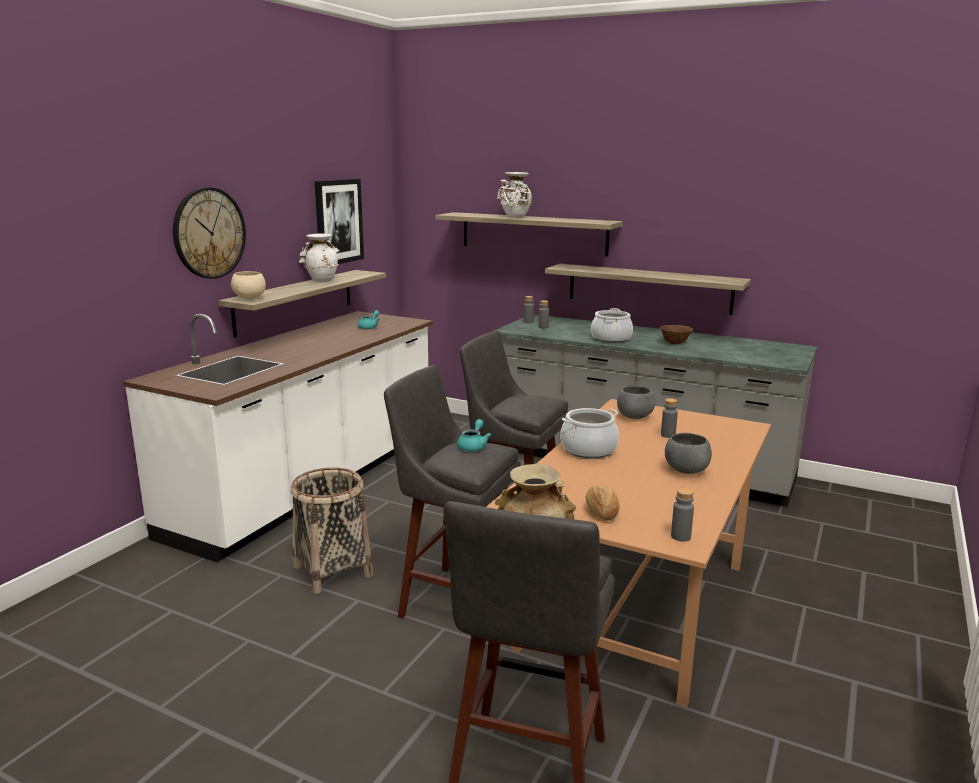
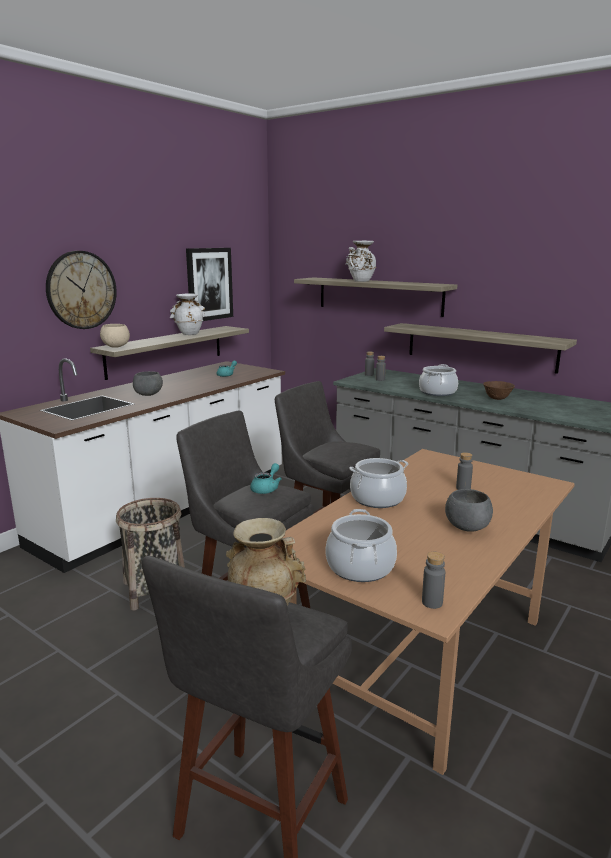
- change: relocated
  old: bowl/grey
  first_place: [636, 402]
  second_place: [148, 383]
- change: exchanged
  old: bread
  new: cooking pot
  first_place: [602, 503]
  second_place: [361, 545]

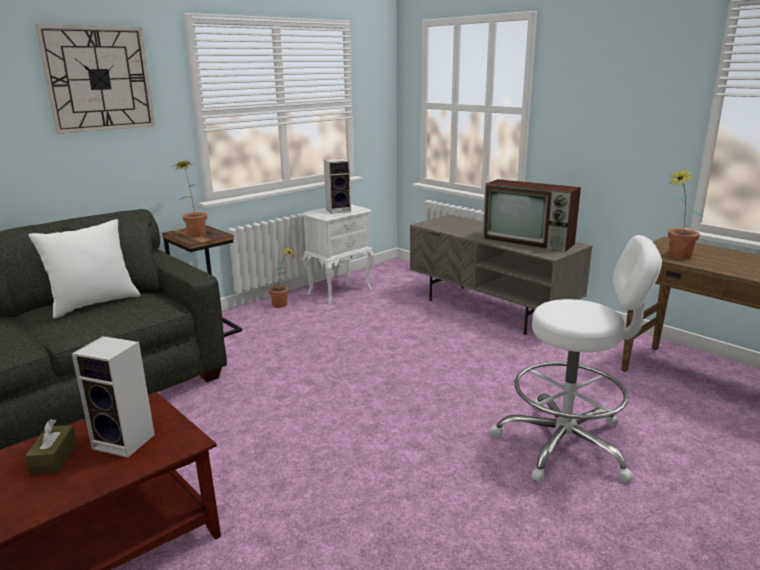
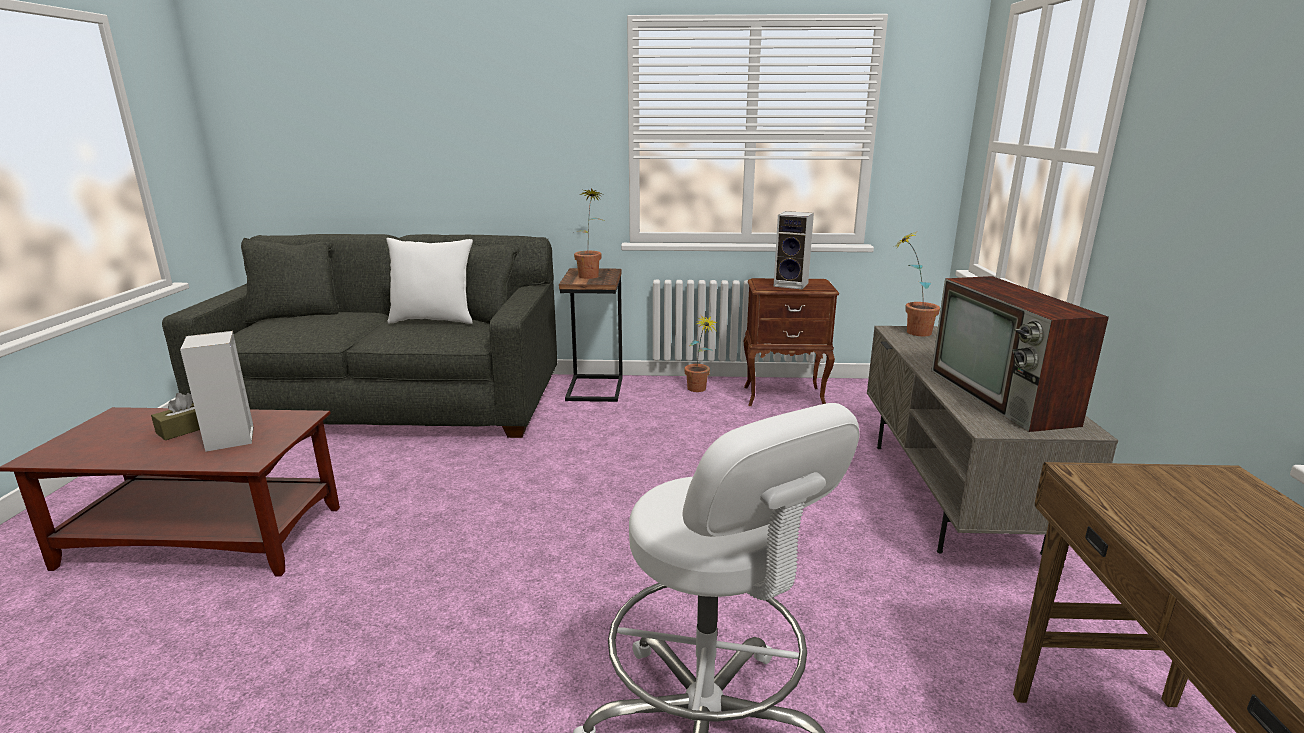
- change: colour
  old: nightstand/white
  new: nightstand/brown
  first_place: [338, 254]
  second_place: [791, 342]
- change: relocated
  old: potted plant
  first_place: [685, 214]
  second_place: [918, 284]
- change: missing
  old: wall clock
  first_place: [95, 79]

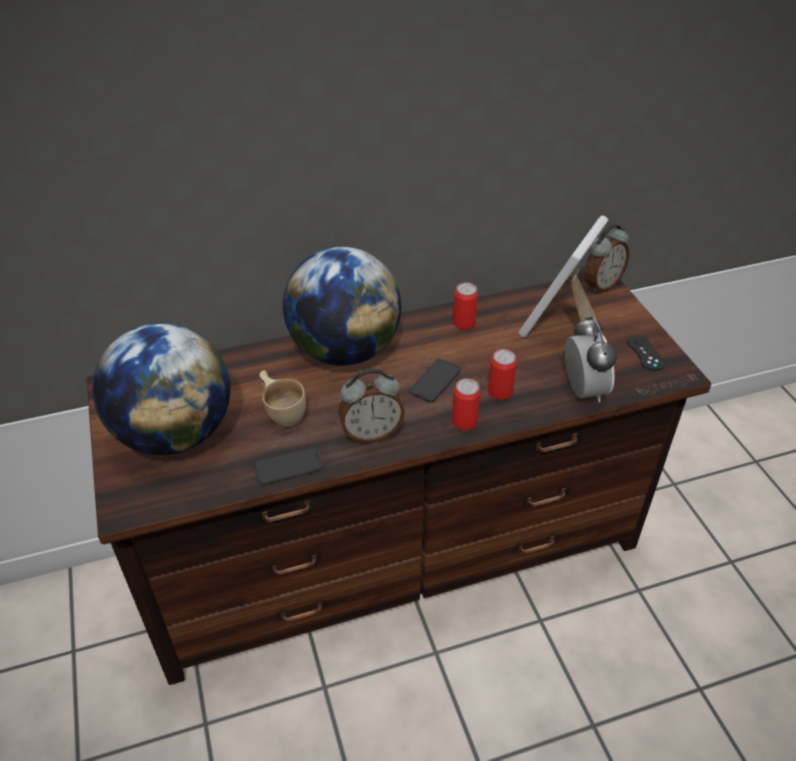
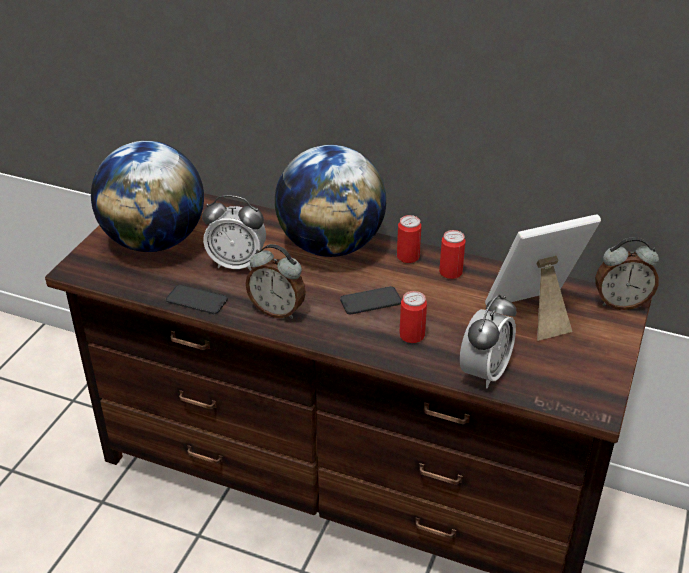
- change: exchanged
  old: cup/beige
  new: alarm clock
  first_place: [282, 398]
  second_place: [234, 233]
- change: relocated
  old: can
  first_place: [466, 404]
  second_place: [409, 239]
- change: missing
  old: game controller/black
  first_place: [646, 353]

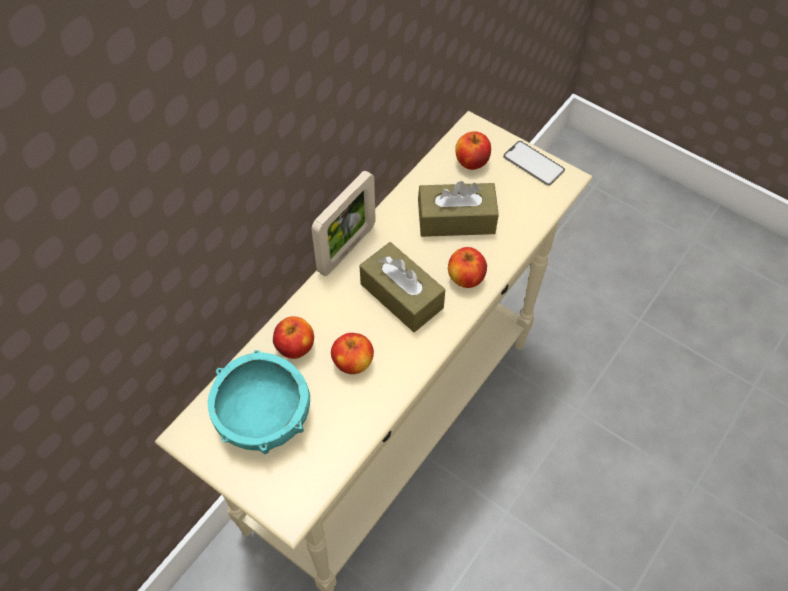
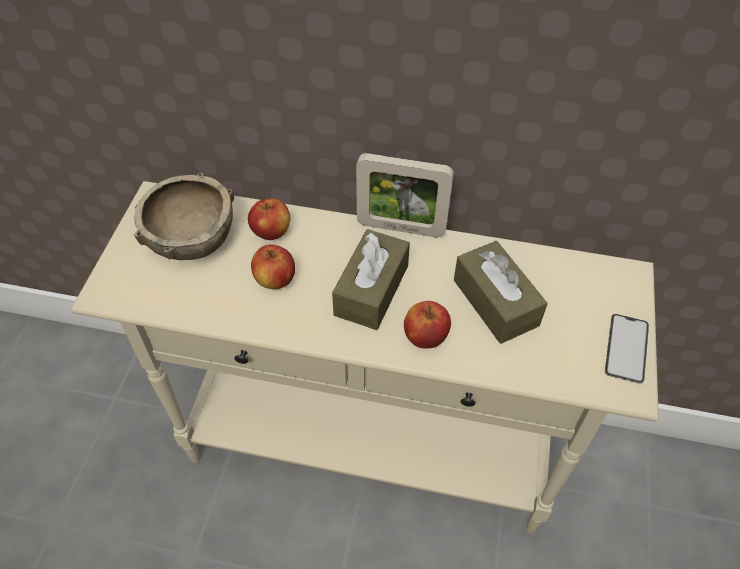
- change: colour
  old: bowl/turquoise
  new: bowl/brown
  first_place: [259, 402]
  second_place: [183, 216]
- change: missing
  old: apple
  first_place: [473, 150]

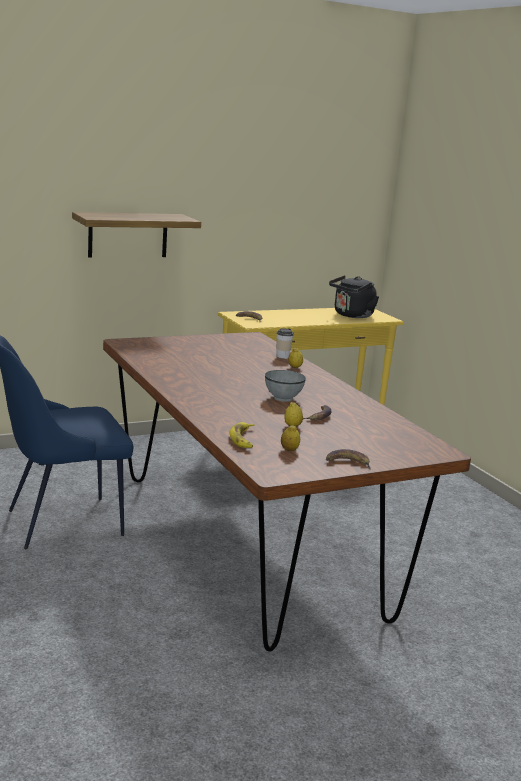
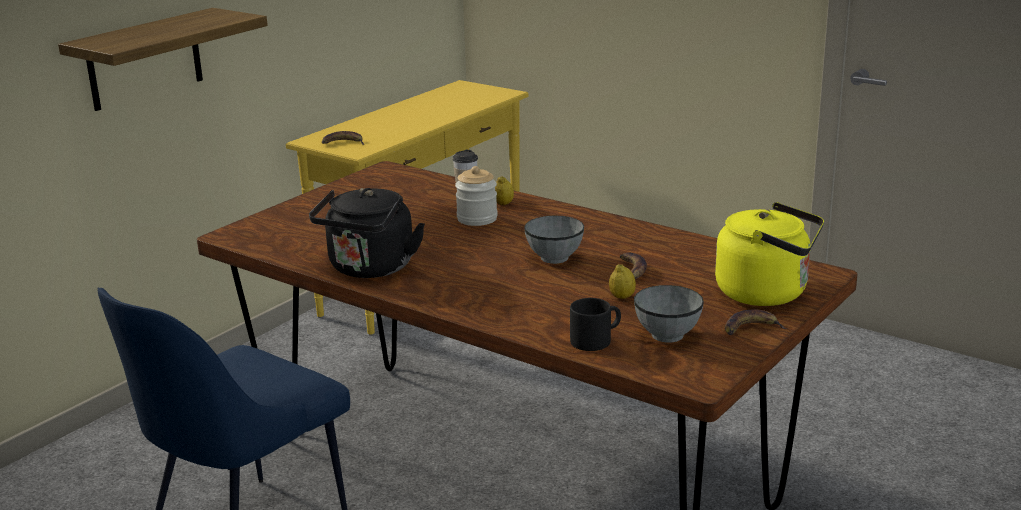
- change: relocated
  old: kettle/black
  first_place: [354, 297]
  second_place: [367, 233]
- change: appeared
  new: jar
  second_place: [476, 196]
- change: exchanged
  old: banana
  new: mug/black
  first_place: [241, 435]
  second_place: [595, 324]
- change: exchanged
  old: lemon
  new: bowl/grey
  first_place: [290, 438]
  second_place: [669, 313]
- change: appeared
  new: kettle/yellow
  second_place: [769, 254]

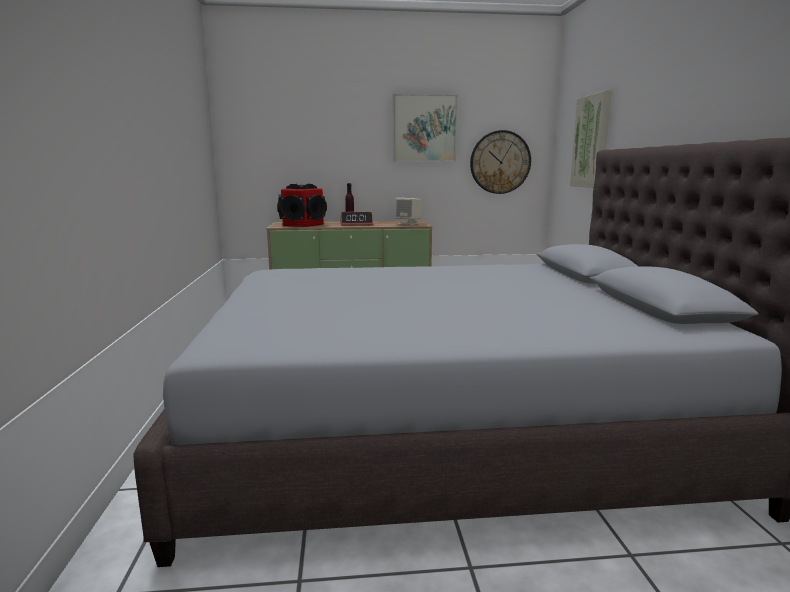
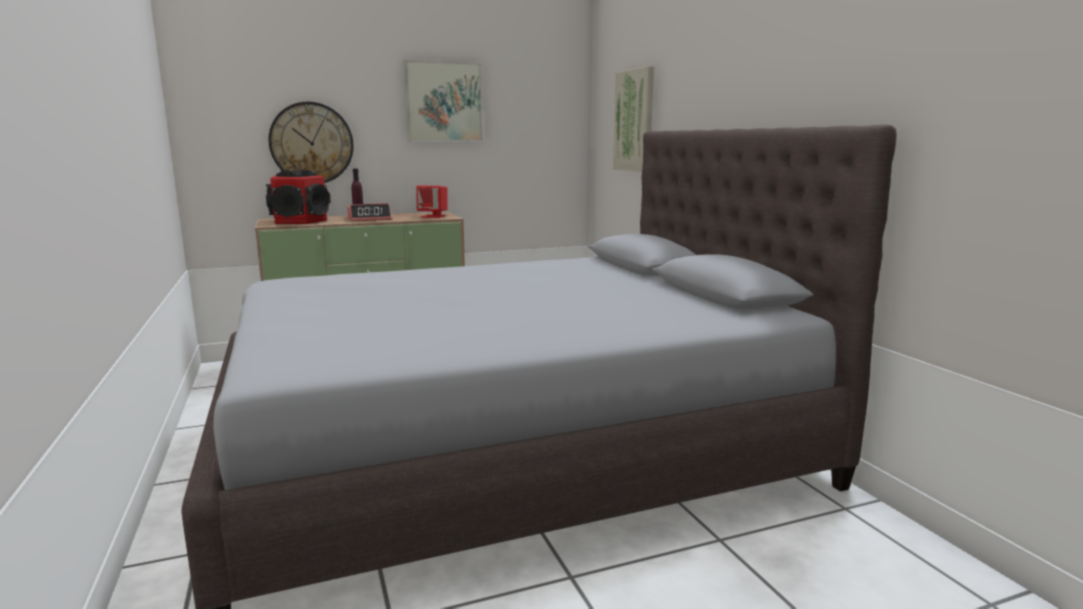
- change: relocated
  old: wall clock
  first_place: [500, 162]
  second_place: [311, 142]
- change: colour
  old: speaker/beige
  new: speaker/red
  first_place: [408, 211]
  second_place: [432, 202]

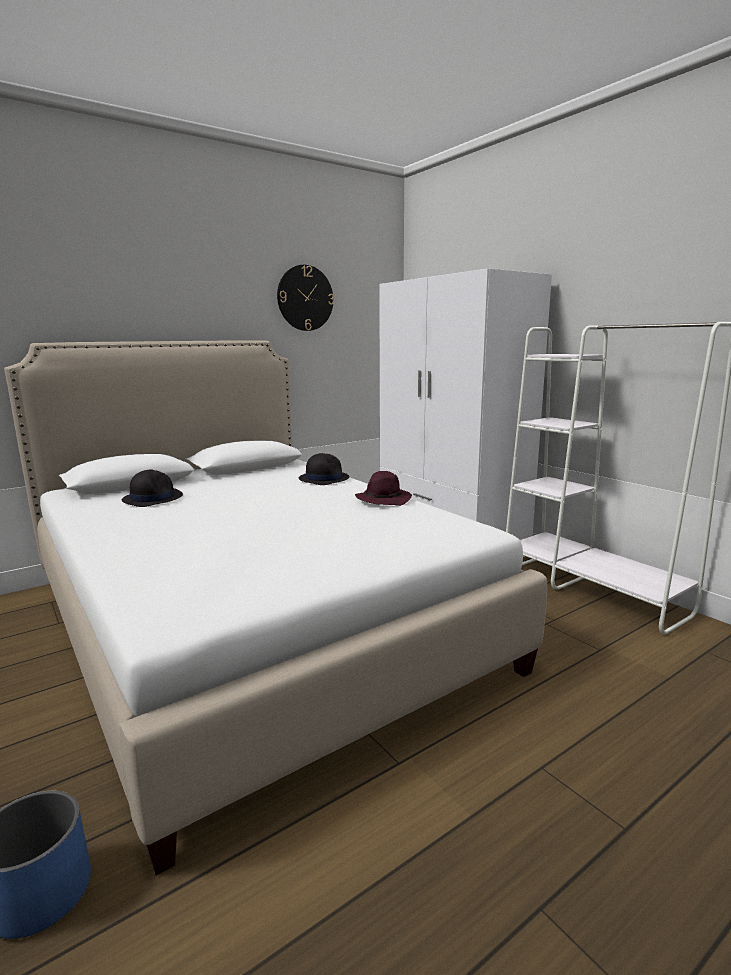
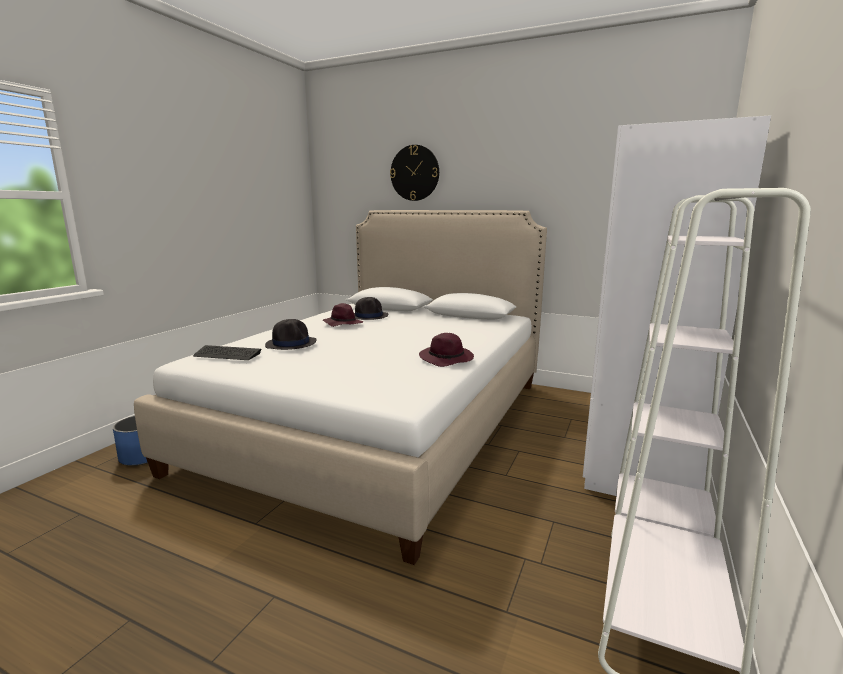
- change: appeared
  new: keyboard
  second_place: [227, 352]
- change: relocated
  old: hat/black
  first_place: [324, 469]
  second_place: [290, 334]
- change: appeared
  new: hat/purple
  second_place: [343, 315]
- change: relocated
  old: wall clock
  first_place: [305, 298]
  second_place: [414, 173]

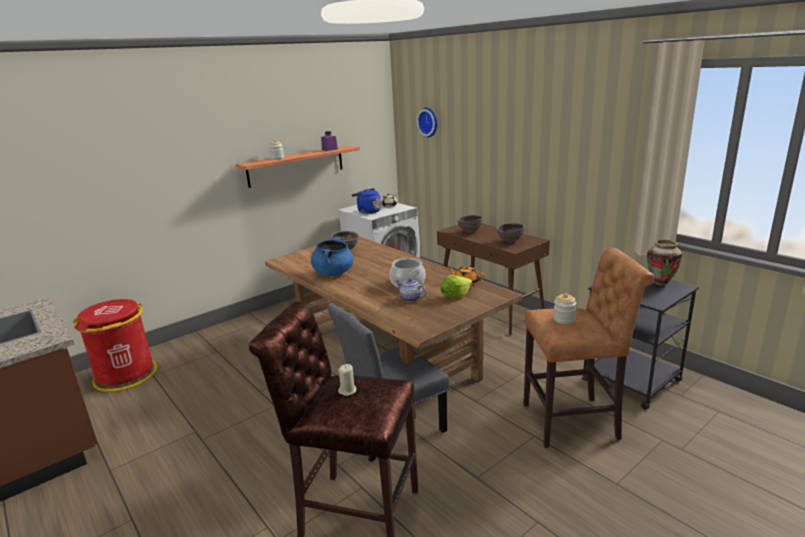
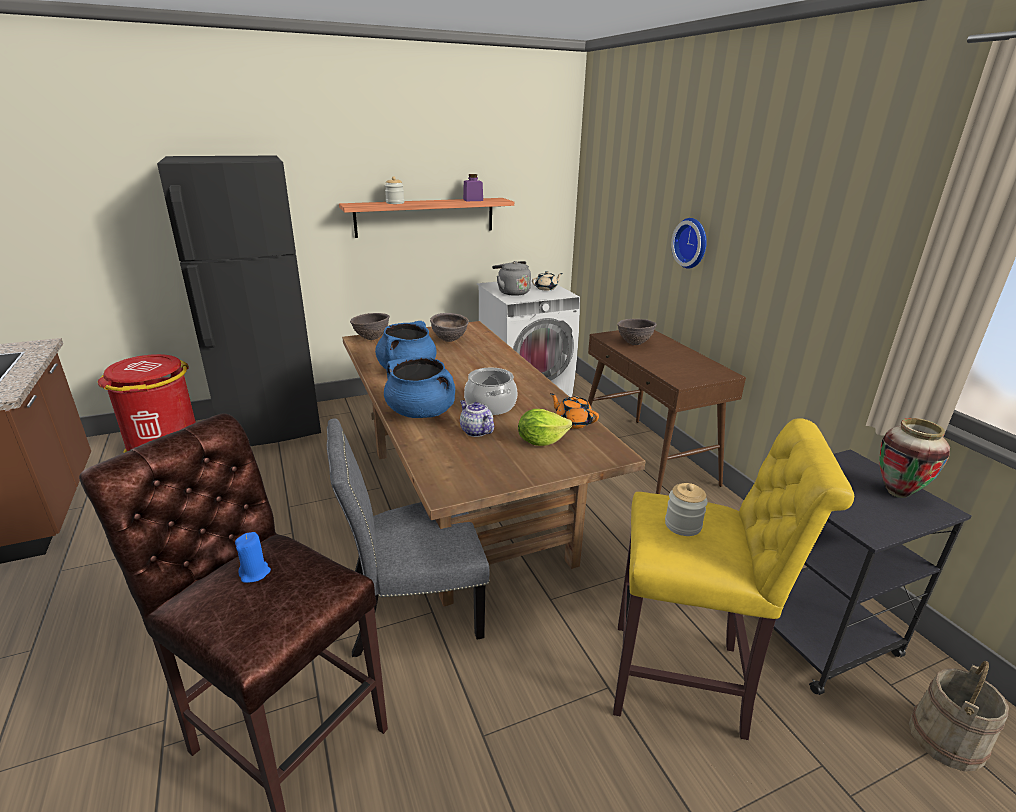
- change: appeared
  new: fridge/black
  second_place: [239, 301]
- change: colour
  old: candle/beige
  new: candle/blue
  first_place: [347, 380]
  second_place: [253, 557]
- change: relocated
  old: bowl/brown
  first_place: [510, 233]
  second_place: [370, 326]
- change: appeared
  new: cooking pot/blue
  second_place: [419, 387]
- change: colour
  old: kettle/blue
  new: kettle/grey
  first_place: [366, 201]
  second_place: [511, 278]
- change: colour
  old: stool/brown
  new: stool/yellow
  first_place: [588, 348]
  second_place: [733, 579]
- change: relocated
  old: wall clock
  first_place: [427, 122]
  second_place: [689, 243]
- change: appeared
  new: bucket/beige
  second_place: [959, 716]

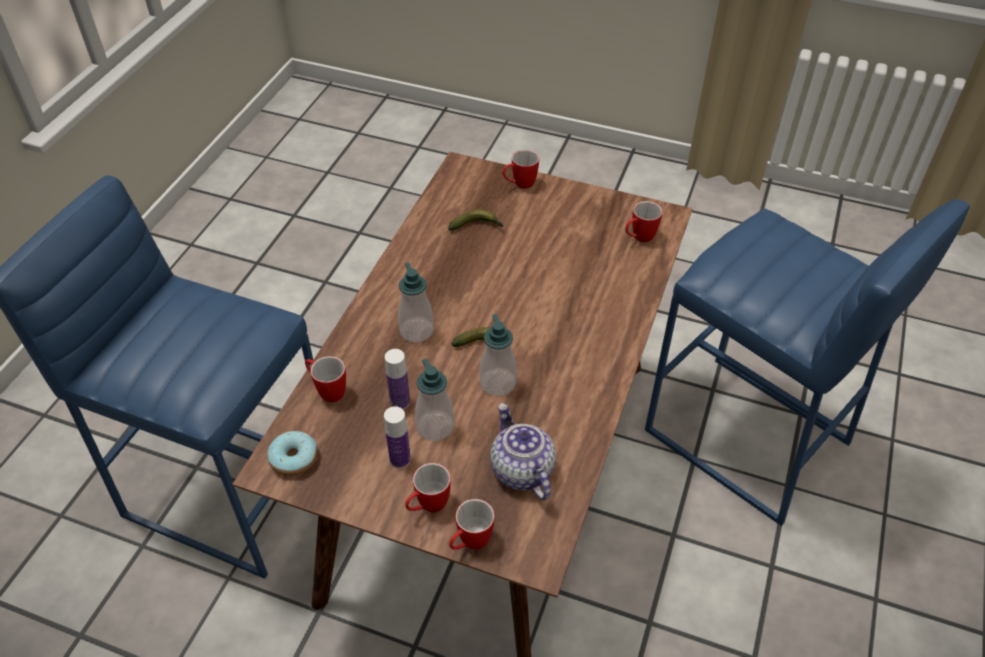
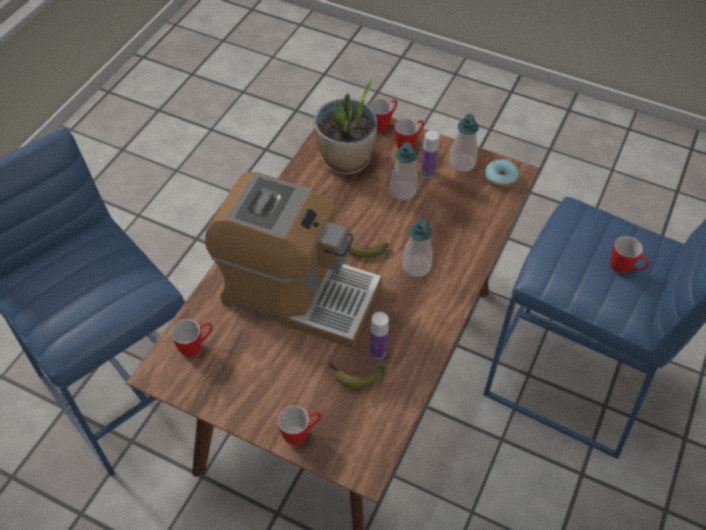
- change: appeared
  new: coffee machine
  second_place: [293, 260]
- change: exchanged
  old: teapot
  new: potted plant
  first_place: [523, 451]
  second_place: [345, 126]
- change: relocated
  old: bottle
  first_place: [397, 379]
  second_place: [379, 335]
- change: relocated
  old: soap dispenser
  first_place: [498, 355]
  second_place: [464, 143]
- change: relocated
  old: mug
  first_place: [325, 379]
  second_place: [630, 254]

